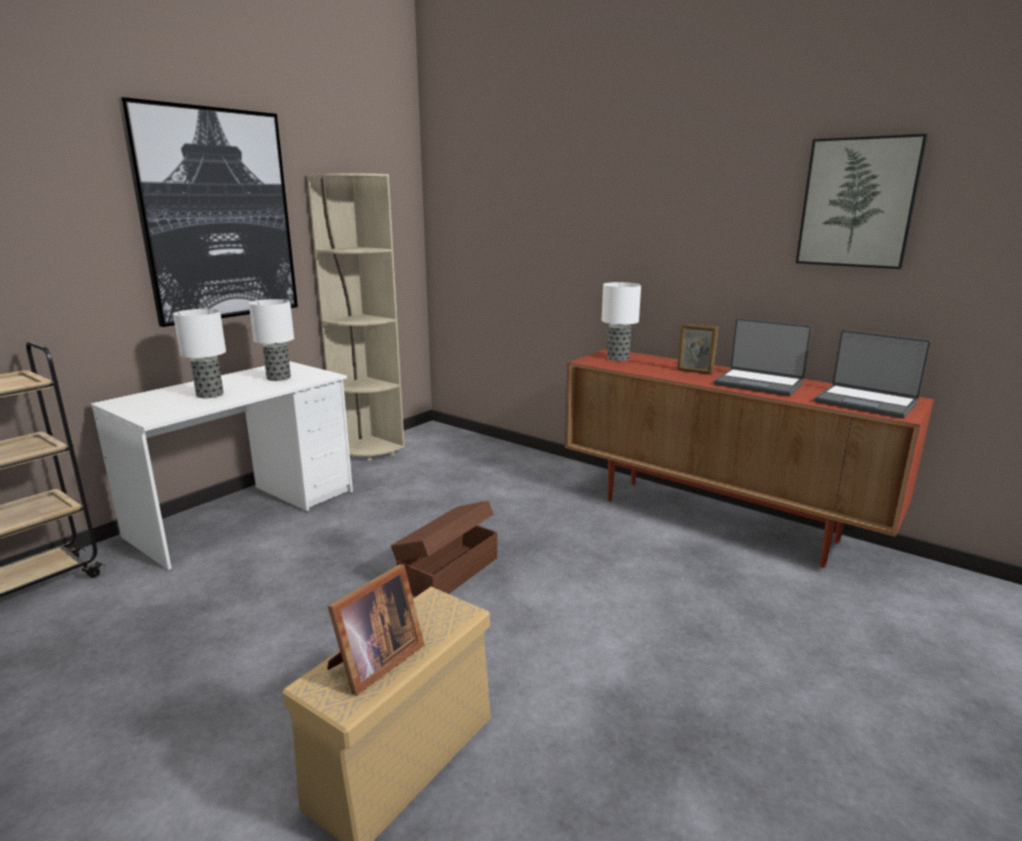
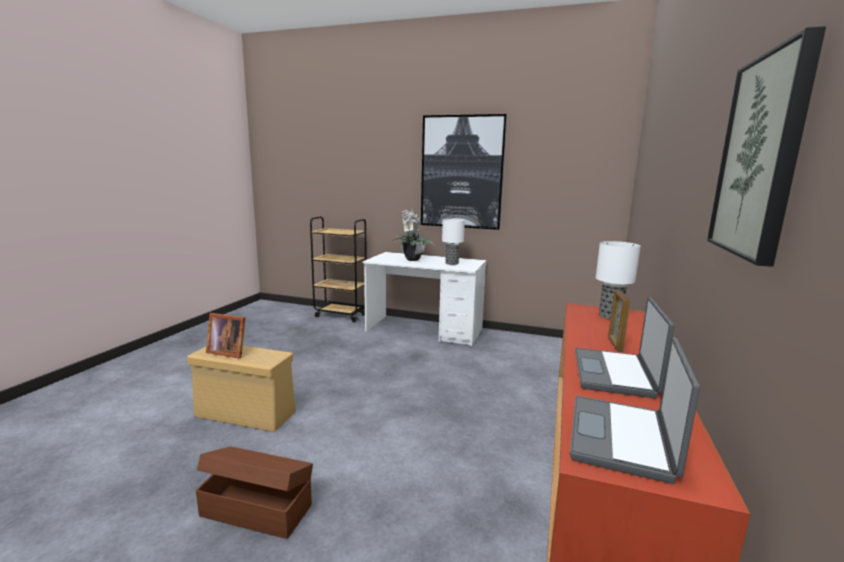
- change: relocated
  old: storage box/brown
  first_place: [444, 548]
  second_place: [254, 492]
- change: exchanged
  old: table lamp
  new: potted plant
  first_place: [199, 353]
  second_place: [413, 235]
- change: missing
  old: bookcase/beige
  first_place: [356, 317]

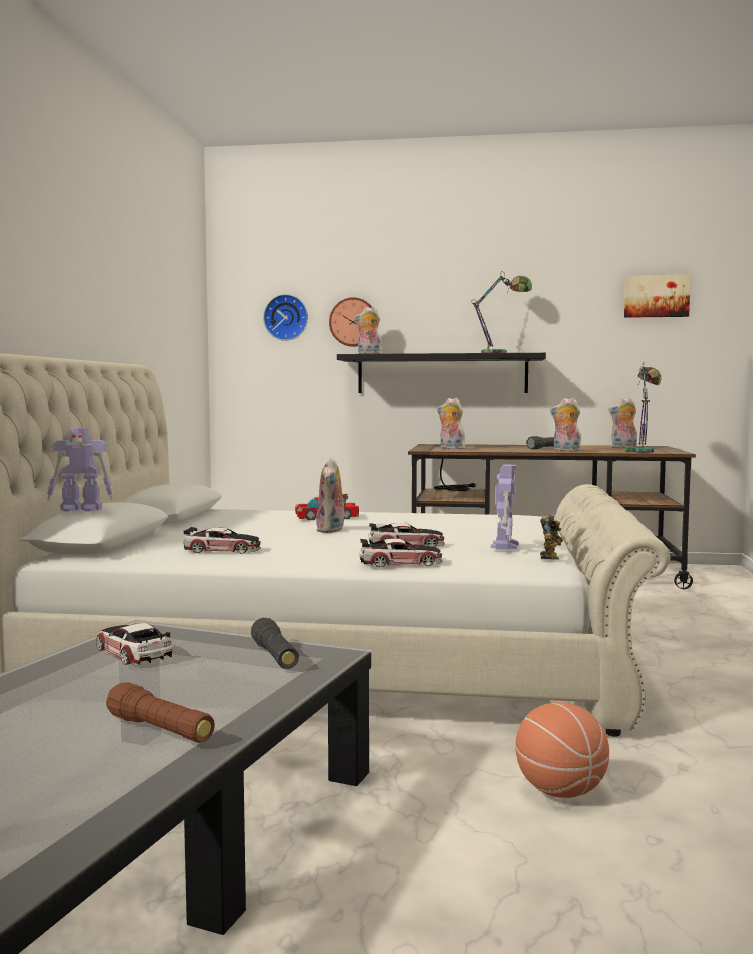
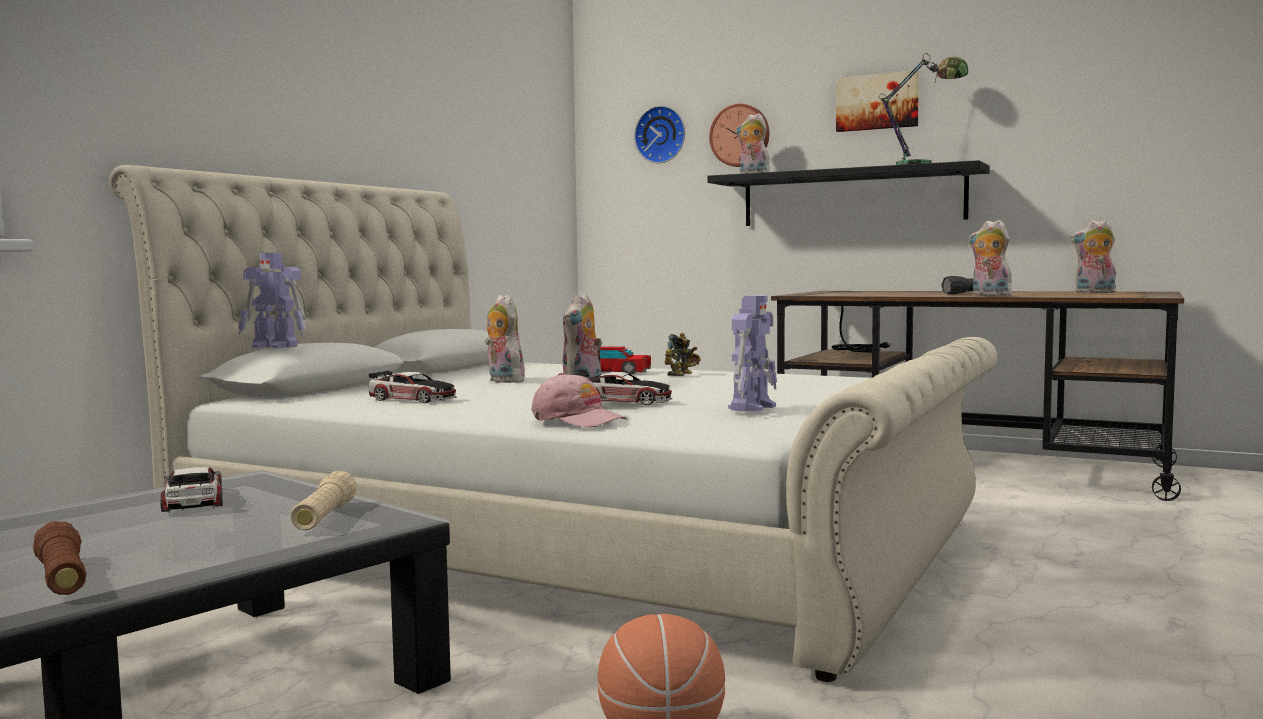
- change: colour
  old: flashlight/black
  new: flashlight/beige
  first_place: [275, 643]
  second_place: [324, 501]
- change: relocated
  old: plush toy
  first_place: [451, 423]
  second_place: [505, 339]
- change: exchanged
  old: toy car
  new: cap/pink
  first_place: [401, 553]
  second_place: [579, 400]
- change: relocated
  old: toy robot
  first_place: [551, 537]
  second_place: [683, 354]
- change: relocated
  old: picture
  first_place: [657, 296]
  second_place: [877, 101]
- change: missing
  old: table lamp
  first_place: [643, 407]

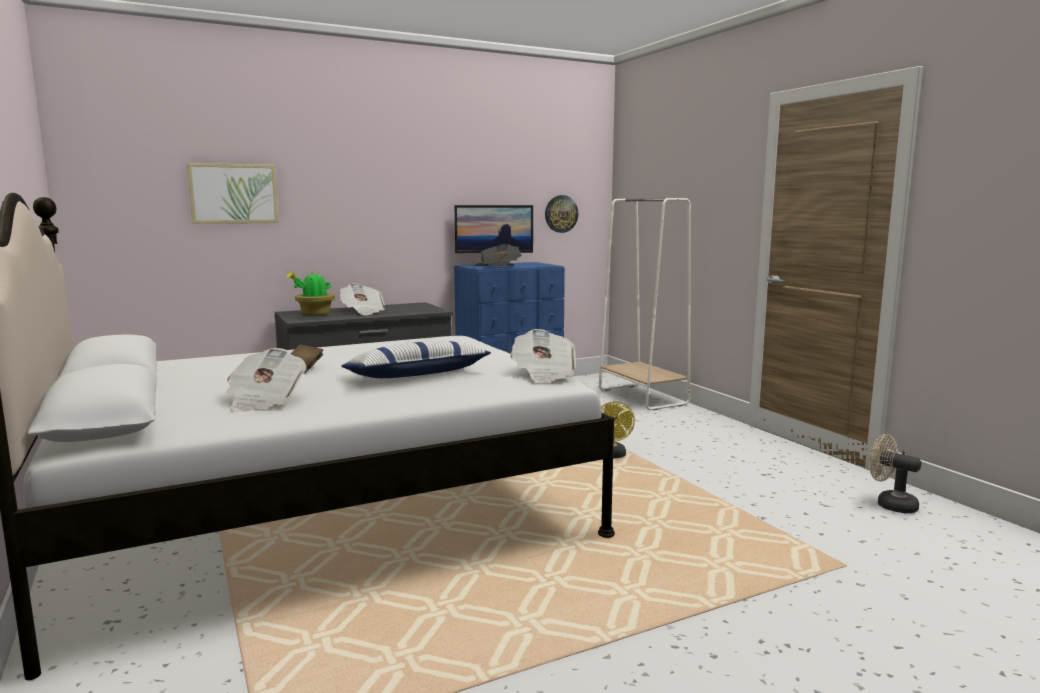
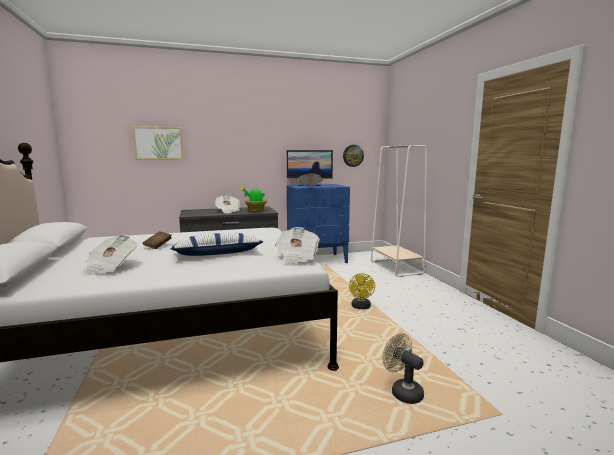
- change: relocated
  old: potted plant
  first_place: [311, 293]
  second_place: [254, 199]
- change: relocated
  old: fan/beige
  first_place: [895, 473]
  second_place: [403, 368]

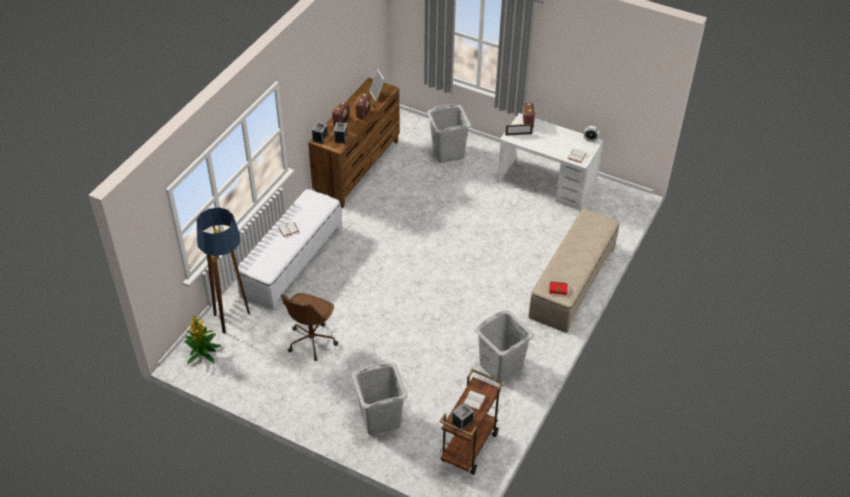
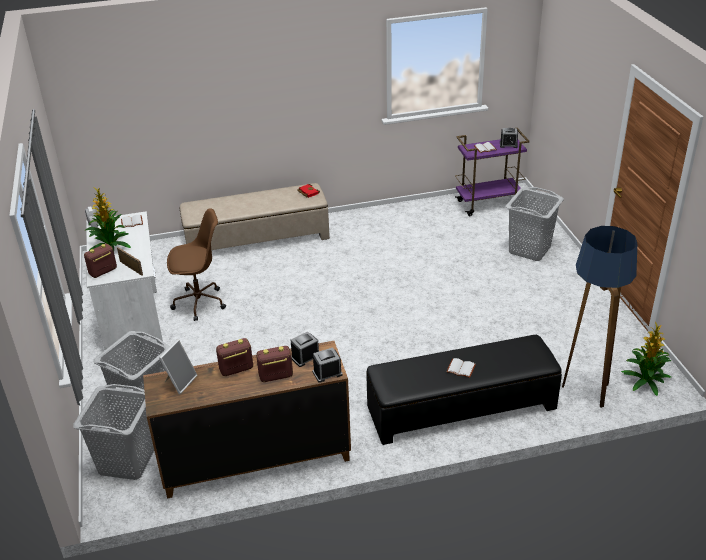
- change: relocated
  old: laundry basket/grey
  first_place: [504, 346]
  second_place: [113, 432]
- change: appeared
  new: potted plant
  second_place: [108, 219]
- change: relocated
  old: office chair/brown
  first_place: [309, 327]
  second_place: [196, 265]
- change: colour
  old: bench/white
  new: bench/black
  first_place: [289, 249]
  second_place: [464, 390]
- change: colour
  old: cart/brown
  new: cart/purple
  first_place: [471, 422]
  second_place: [492, 172]

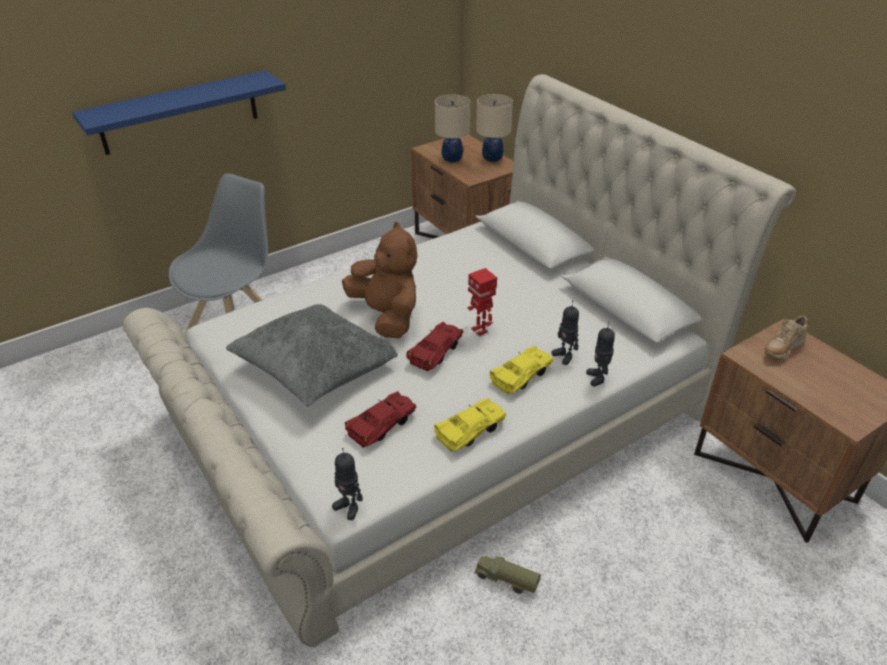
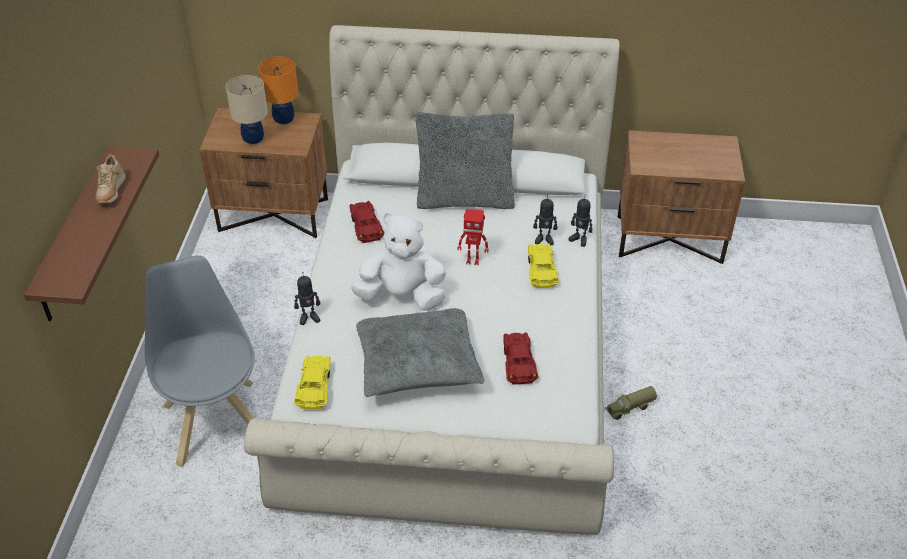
- change: colour
  old: shelf/blue
  new: shelf/brown
  first_place: [179, 112]
  second_place: [91, 233]
- change: relocated
  old: shoe/beige
  first_place: [786, 337]
  second_place: [110, 179]
- change: colour
  old: table lamp/beige
  new: table lamp/orange
  first_place: [494, 128]
  second_place: [278, 90]
- change: relocated
  old: toy robot
  first_place: [347, 484]
  second_place: [307, 298]
- change: relocated
  old: toy car/yellow
  first_place: [470, 425]
  second_place: [312, 382]
- change: relocated
  old: toy car/red
  first_place: [434, 346]
  second_place: [366, 222]
- change: colour
  old: plush toy/brown
  new: plush toy/white
  first_place: [379, 280]
  second_place: [398, 262]
- change: appeared
  new: pillow/grey
  second_place: [465, 160]

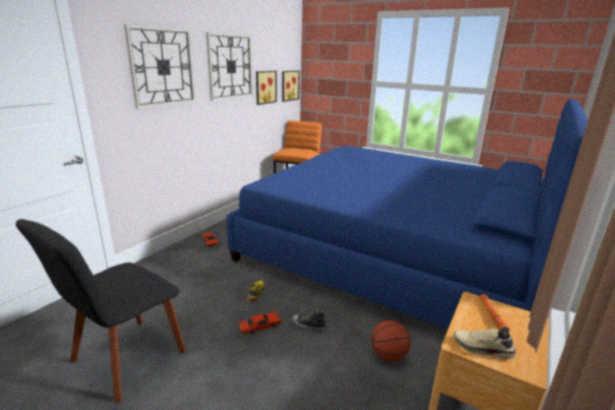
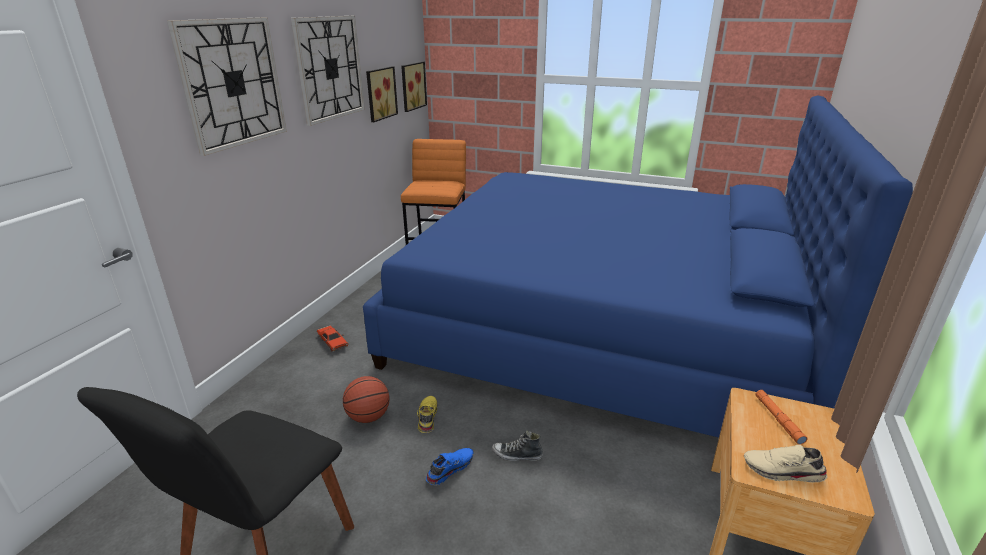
- change: relocated
  old: basketball
  first_place: [391, 341]
  second_place: [366, 399]
- change: exchanged
  old: toy car/red
  new: shoe/blue
  first_place: [260, 323]
  second_place: [450, 466]

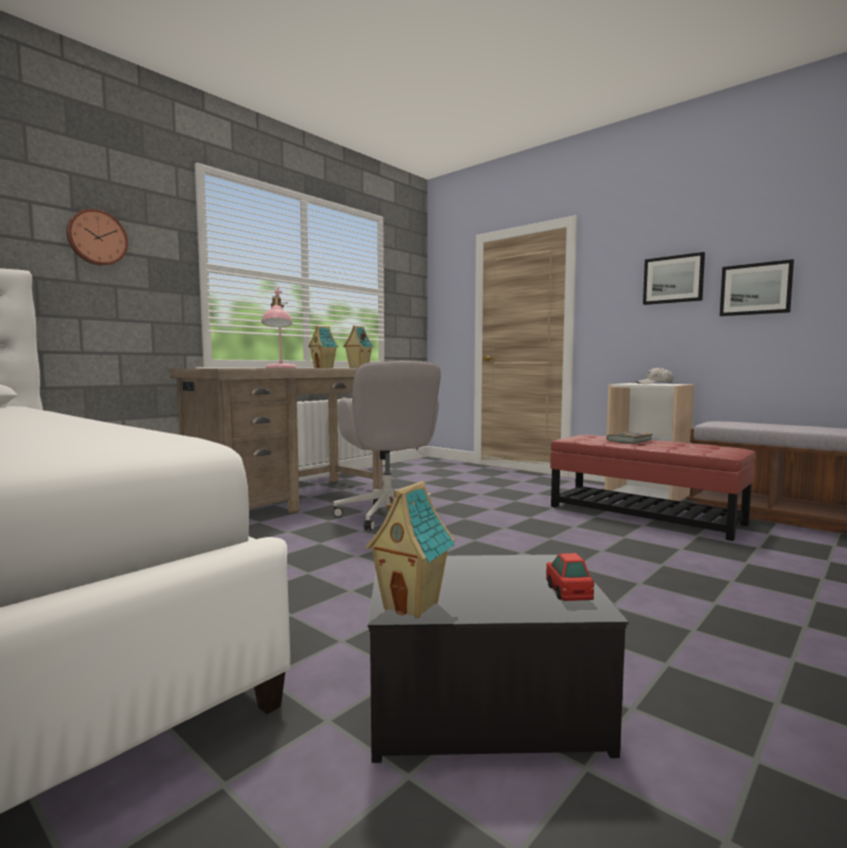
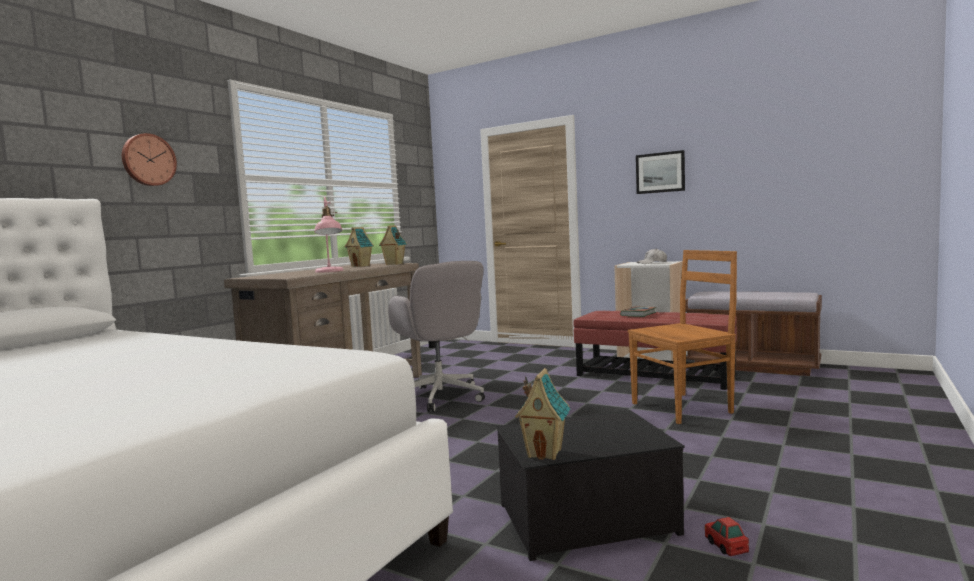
- change: appeared
  new: chair/brown
  second_place: [682, 337]
- change: relocated
  old: toy car
  first_place: [570, 577]
  second_place: [727, 536]
- change: missing
  old: picture
  first_place: [757, 287]

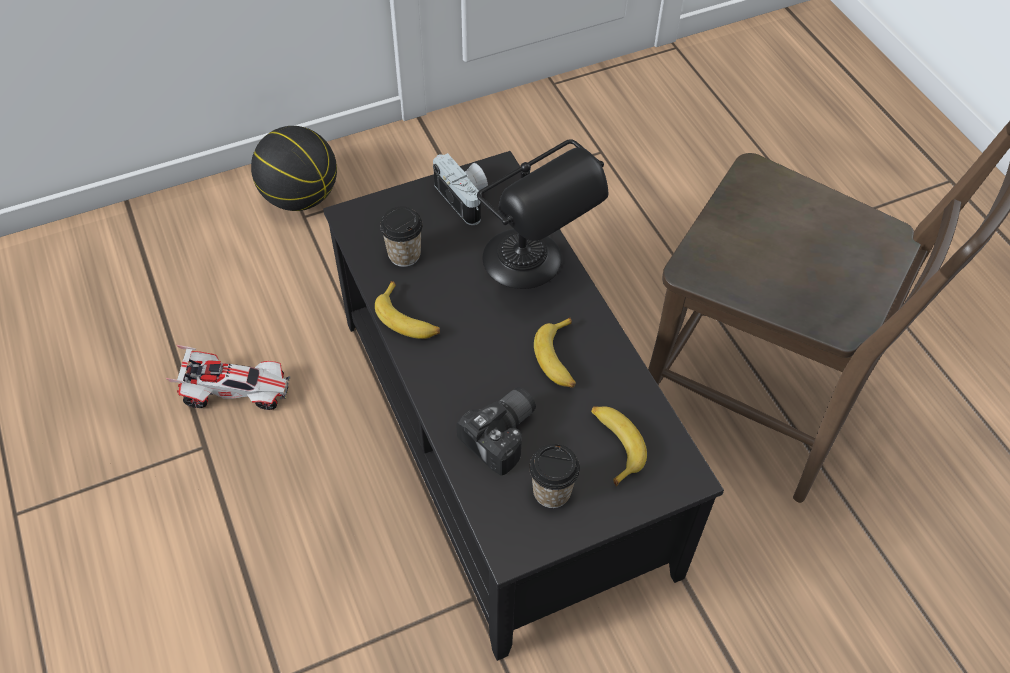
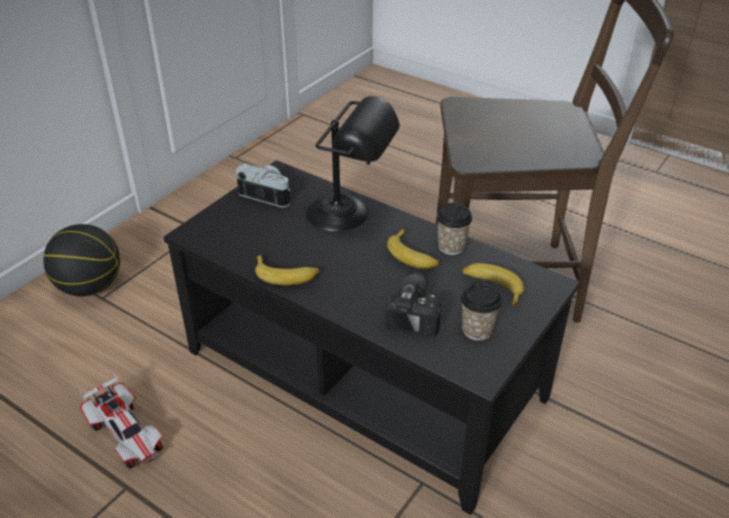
- change: spun
  old: toy car
  first_place: [228, 377]
  second_place: [120, 419]
  degrees: 75
- change: relocated
  old: cup
  first_place: [401, 237]
  second_place: [454, 229]

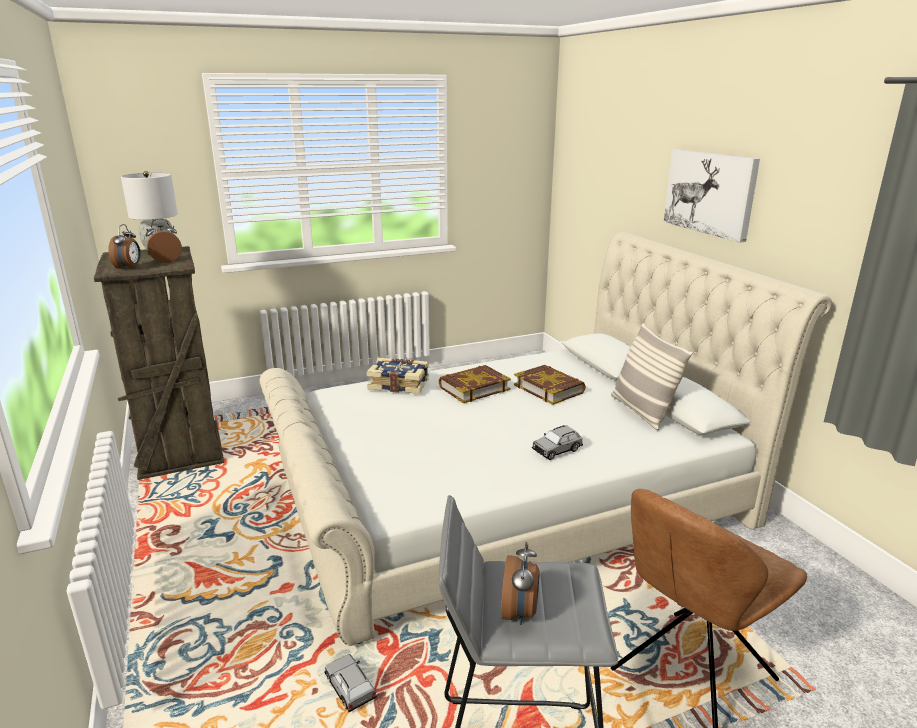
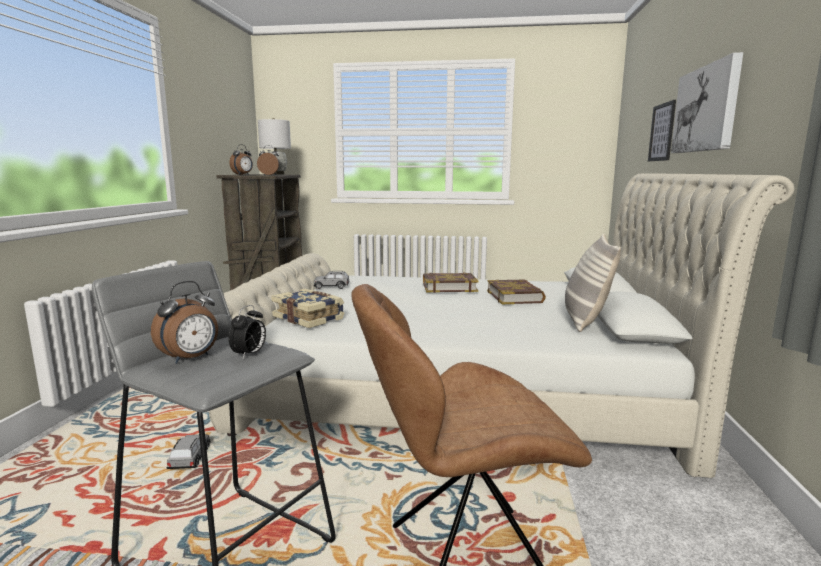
- change: appeared
  new: alarm clock
  second_place: [247, 332]
- change: relocated
  old: book
  first_place: [397, 376]
  second_place: [307, 308]
- change: relocated
  old: toy car/grey
  first_place: [557, 442]
  second_place: [331, 280]
- change: appeared
  new: picture
  second_place: [662, 130]

